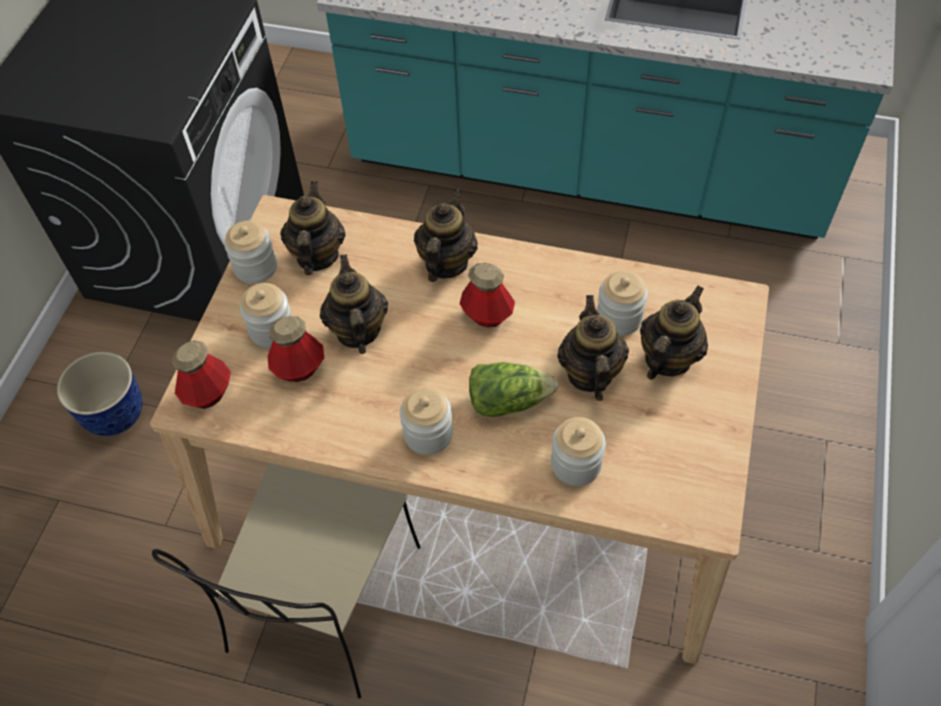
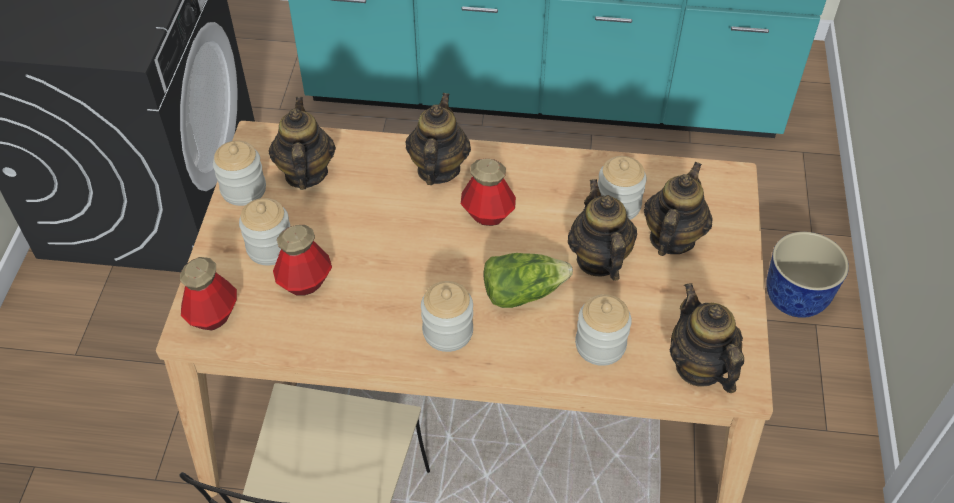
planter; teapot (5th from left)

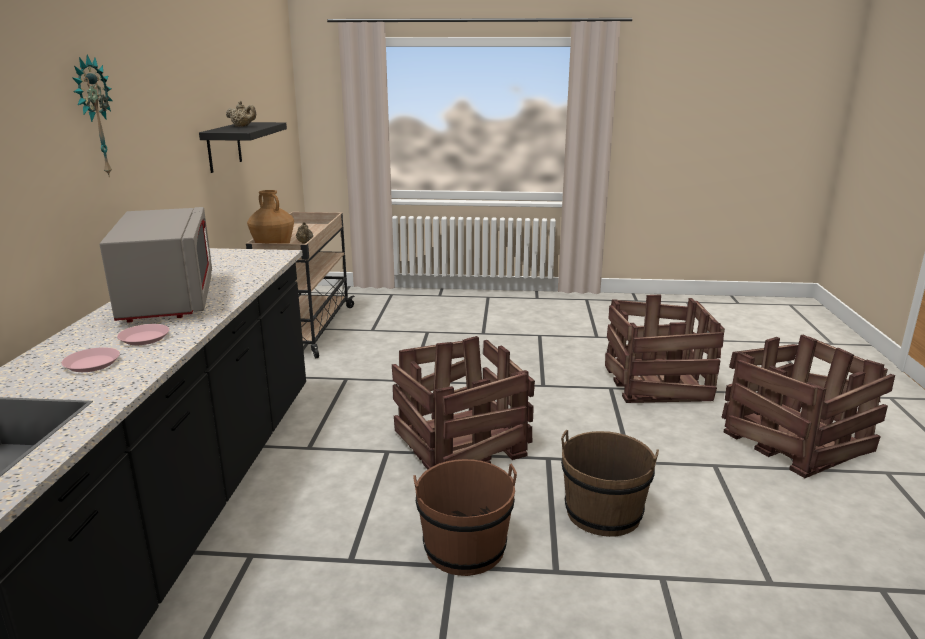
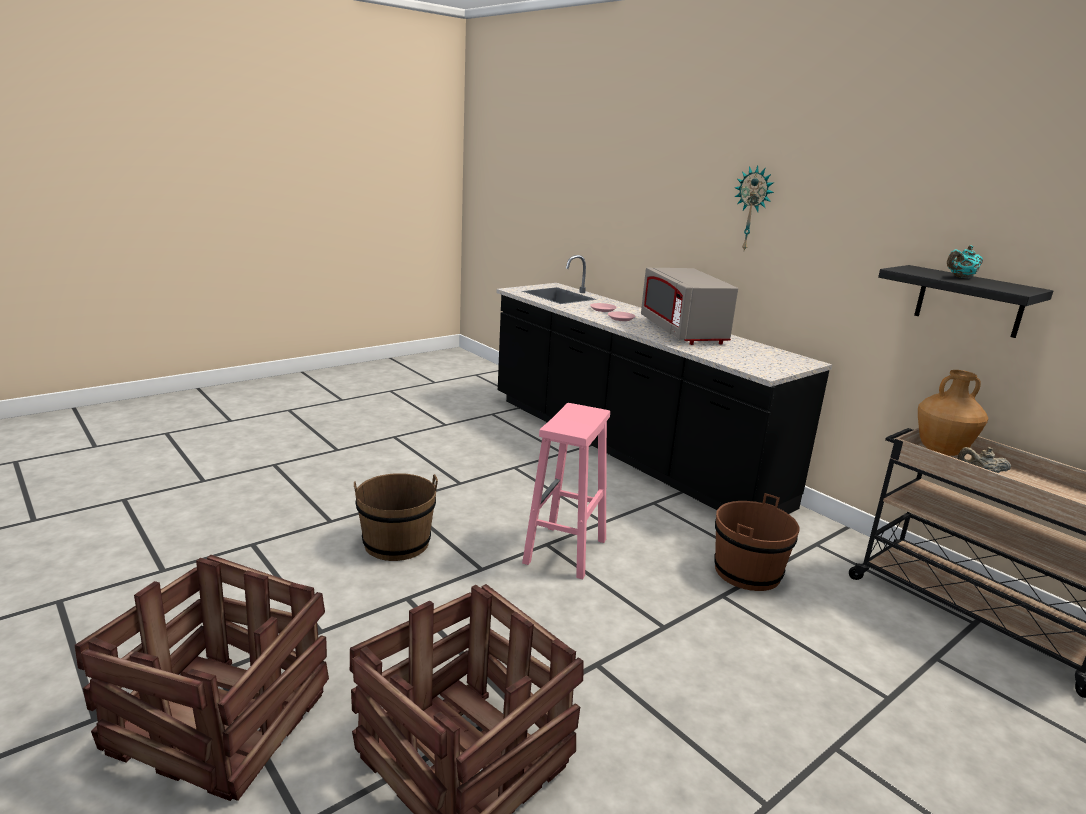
bucket (brown) (2nd from left); stool (pink); teapot (turquoise); microwave (grey)

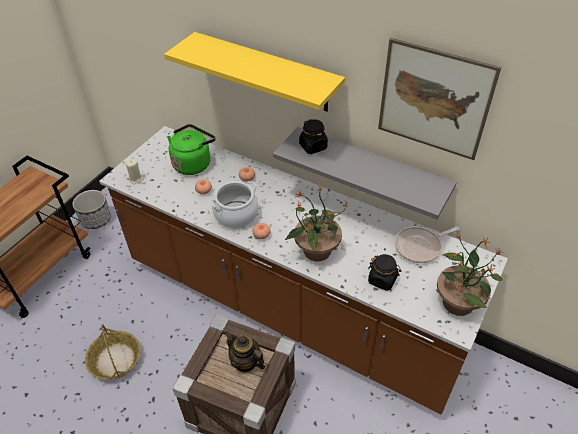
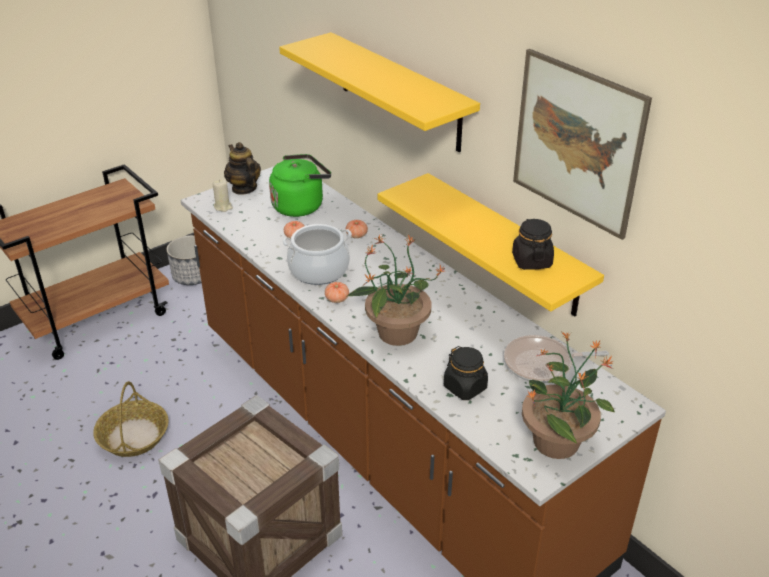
teapot; jar (black) (2nd from left); shelf (yellow) (2nd from left)

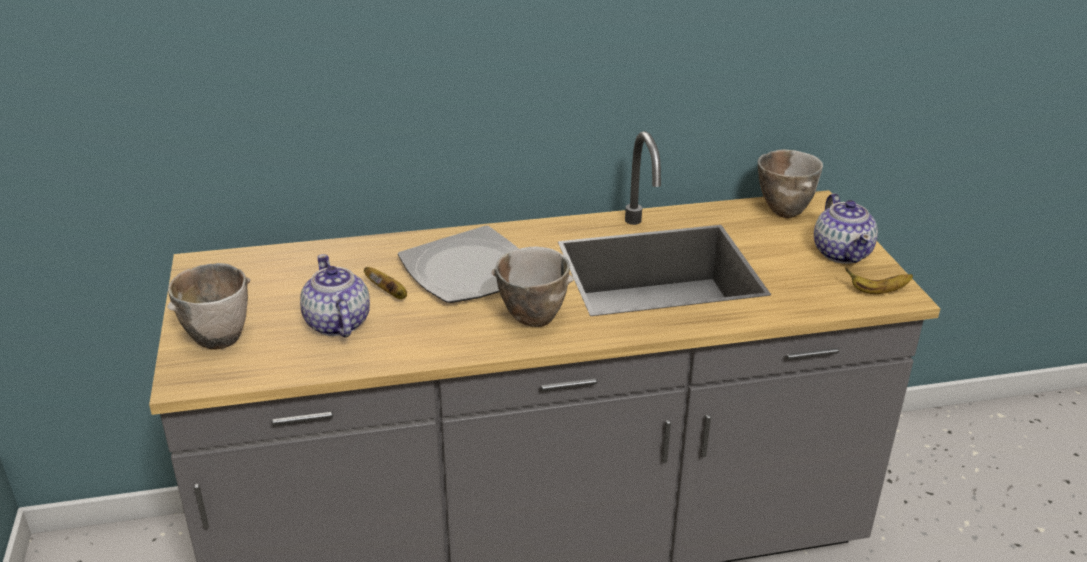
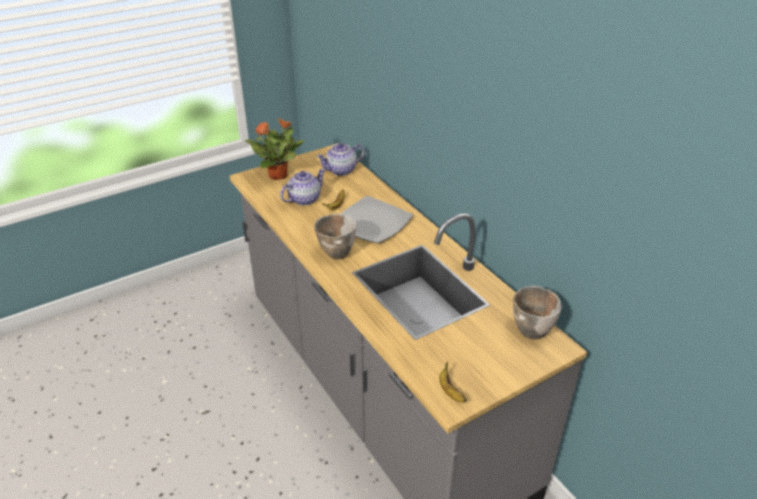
teapot (2nd from left); potted plant

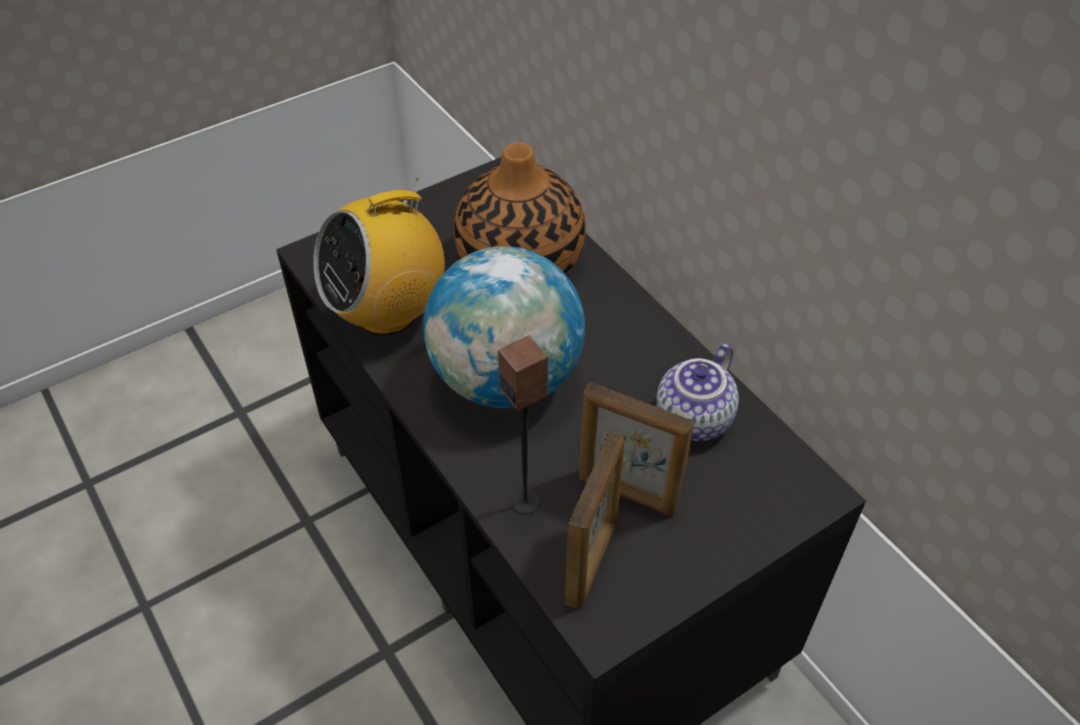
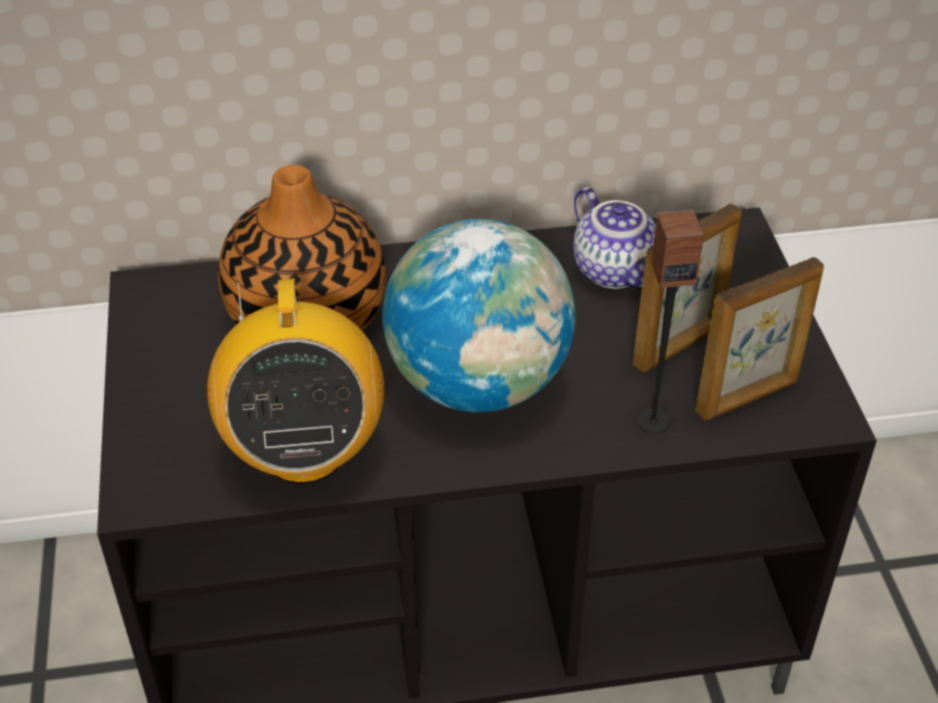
picture frame (2nd from left)

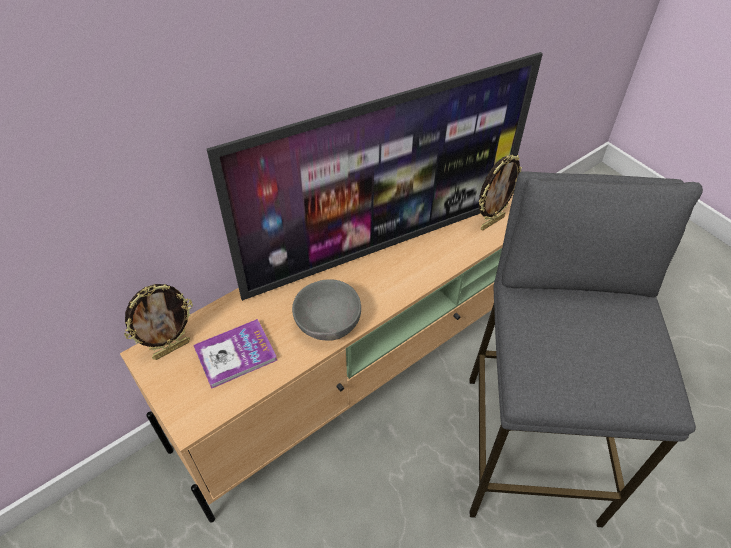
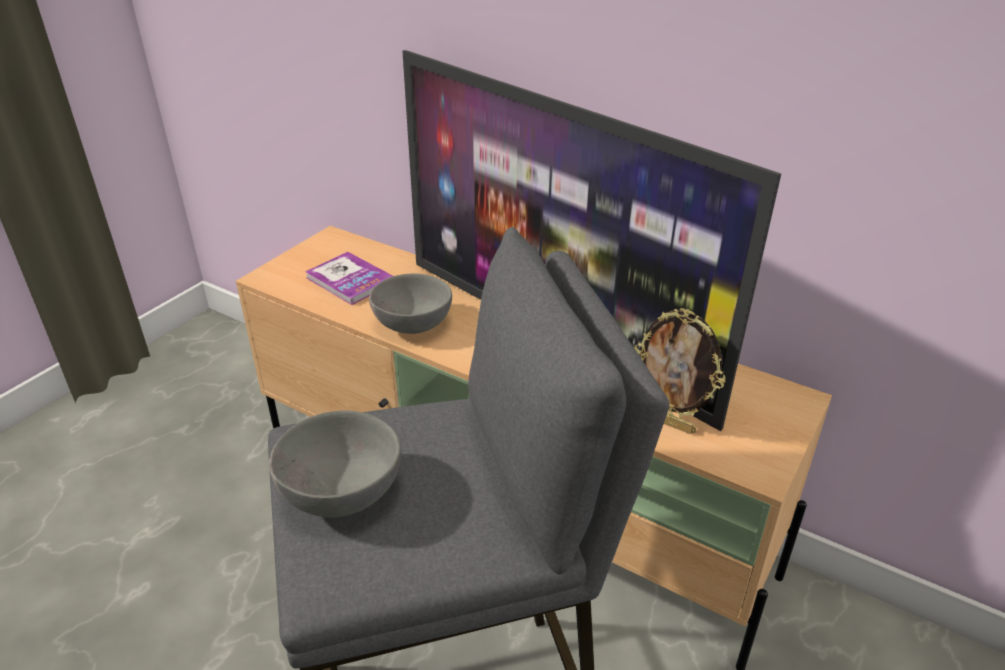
picture frame (1st from left in the first image); bowl (grey) (1st from left)

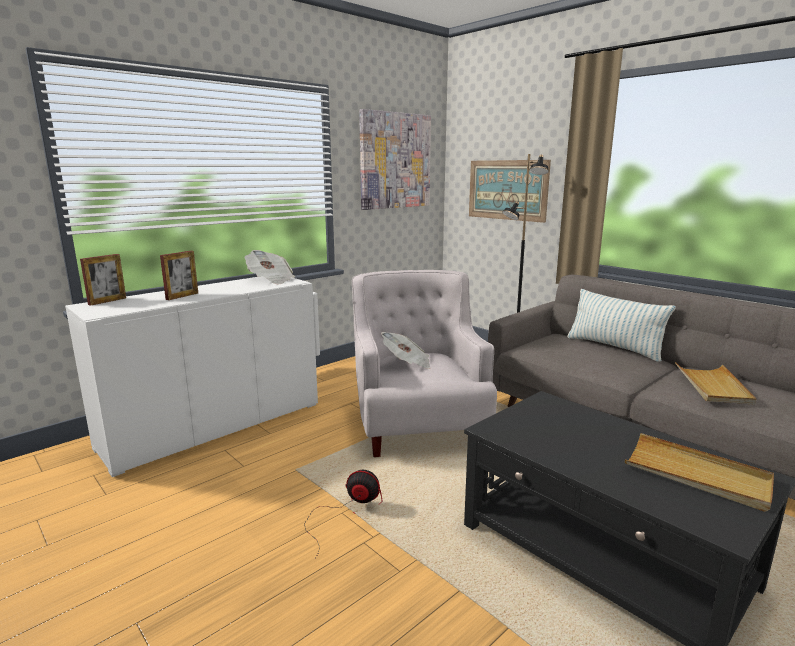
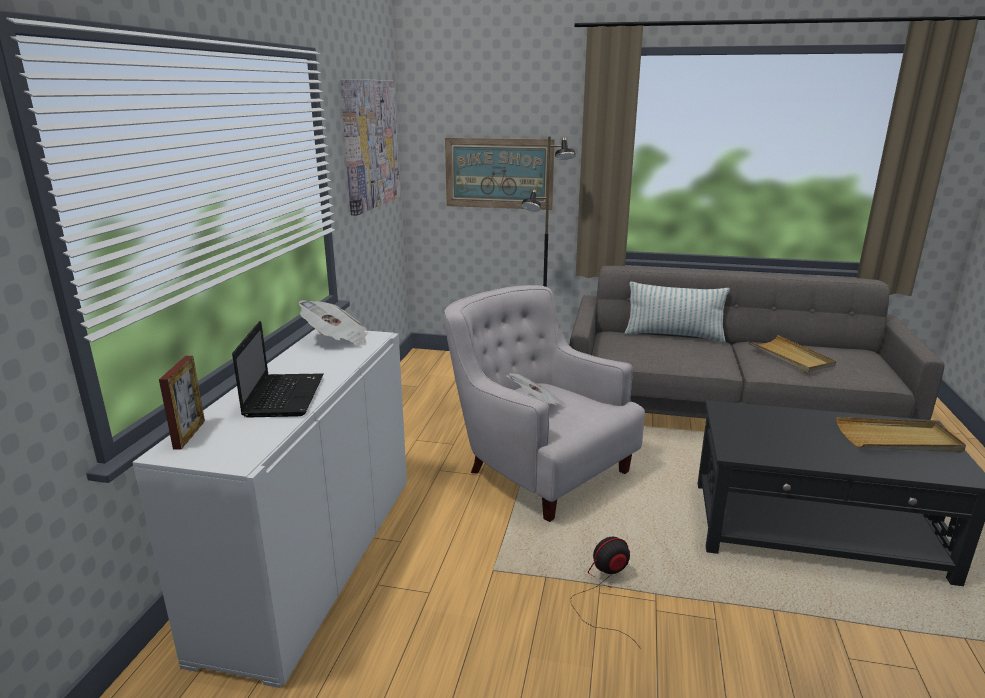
laptop

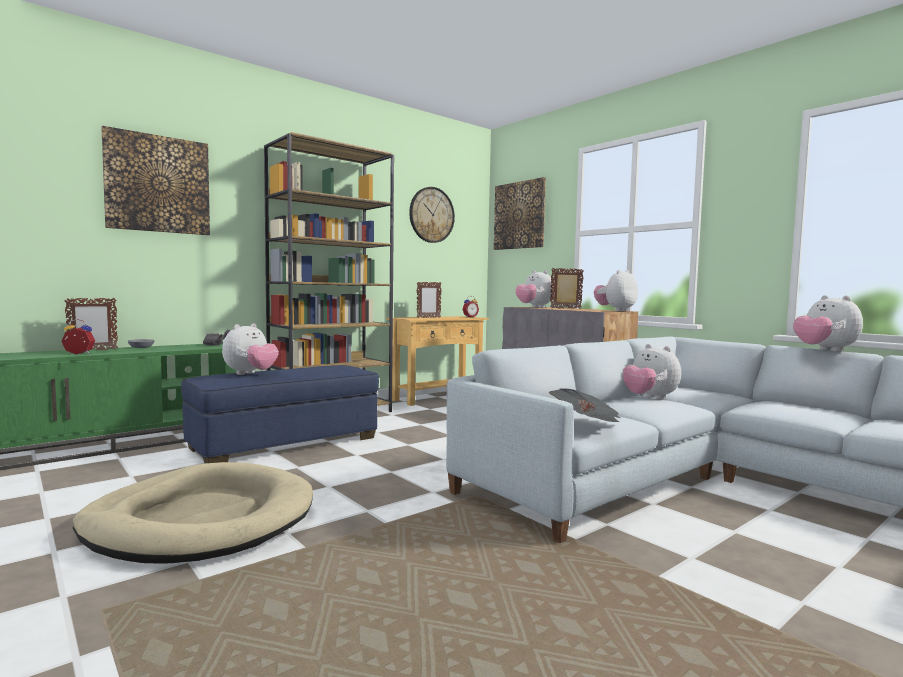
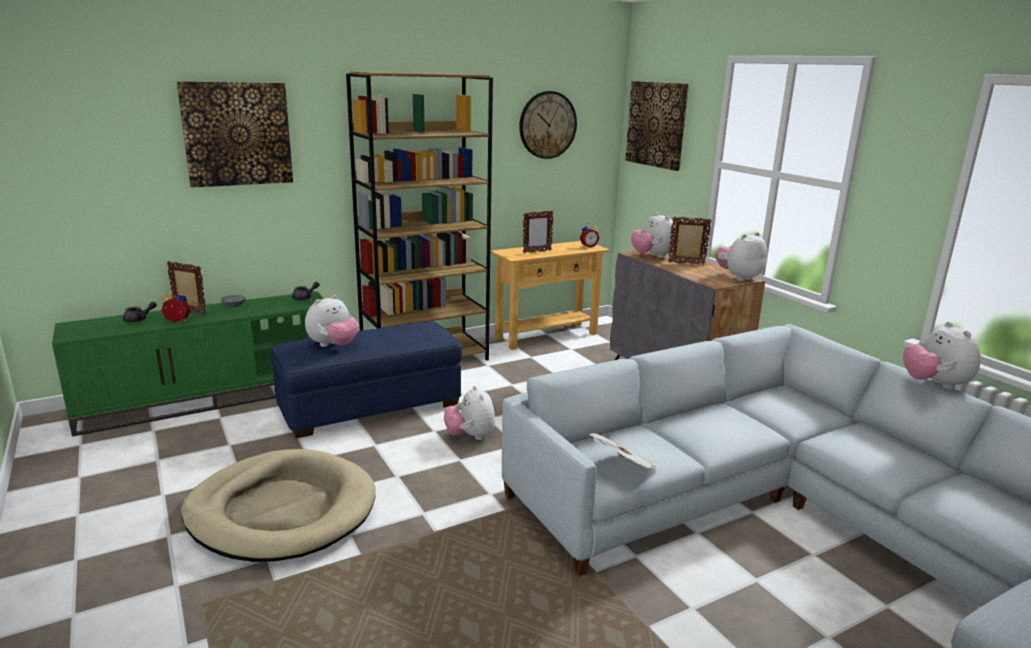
teapot (grey) (1st from left); plush toy (2nd from left); picture frame (1st from left)

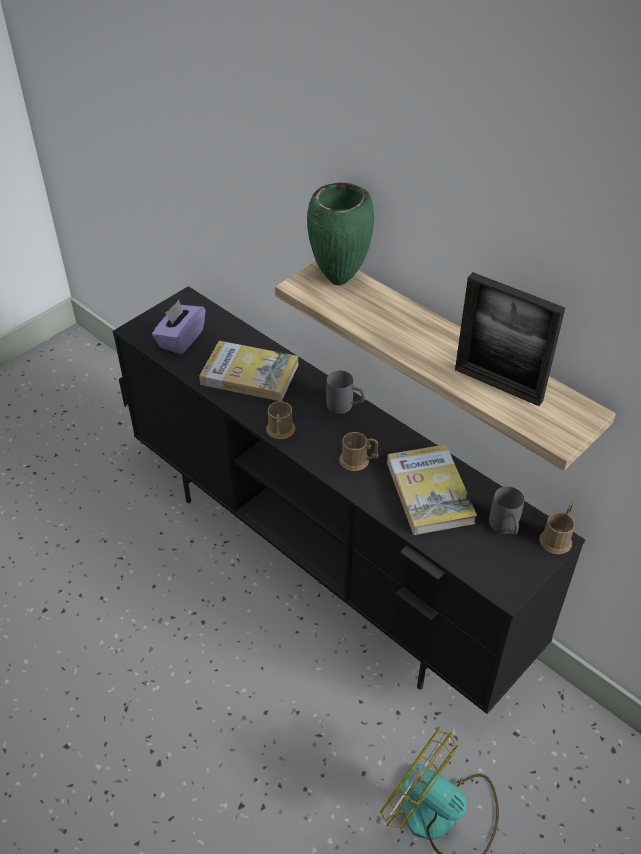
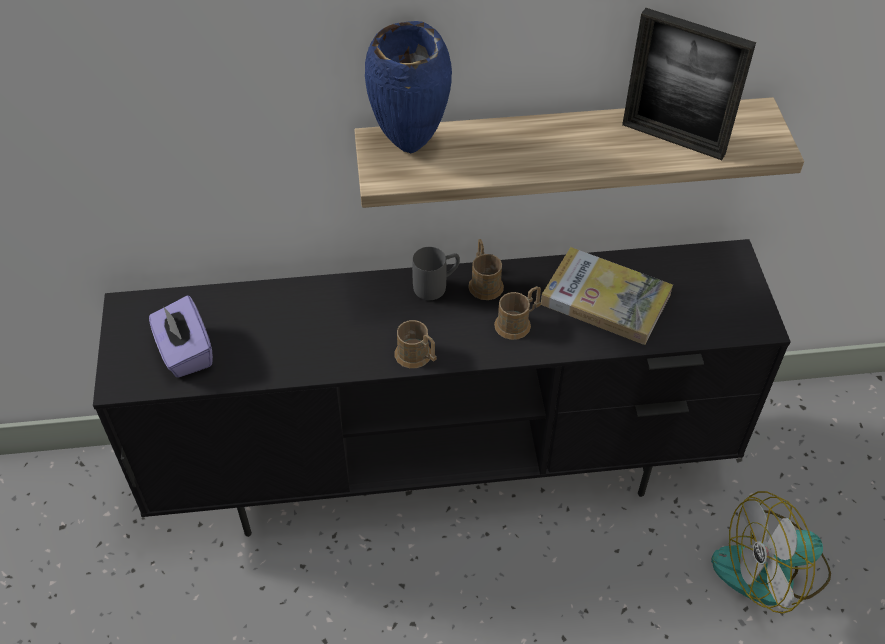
book (1st from left in the first image); mug (grey) (2nd from left in the first image); mug (brown) (2nd from left); vase (blue); picture frame

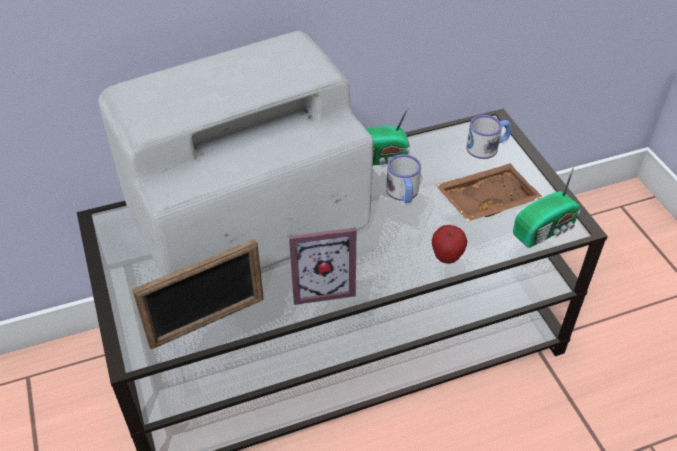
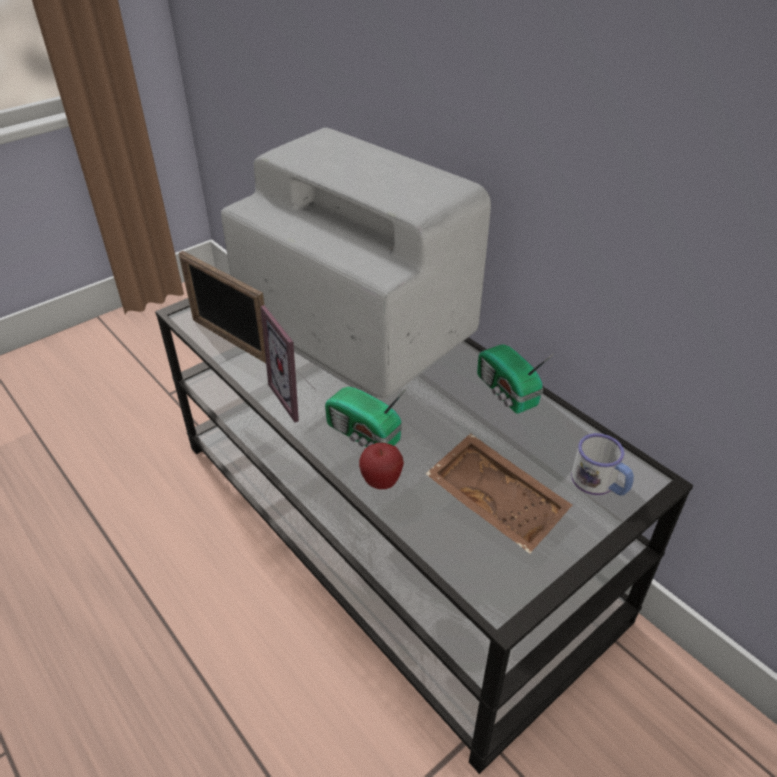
mug (1st from left in the first image); radio (1st from left)

